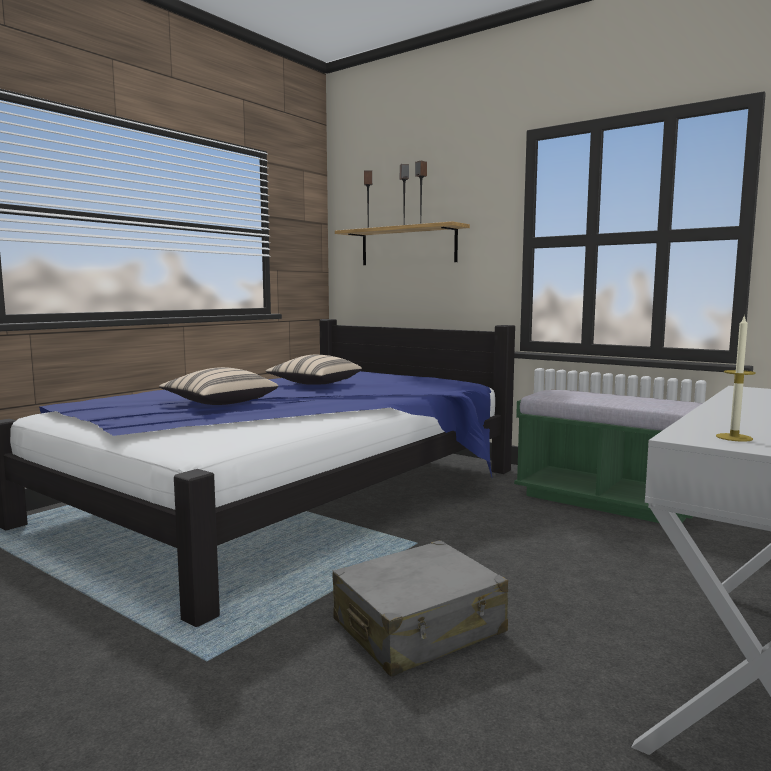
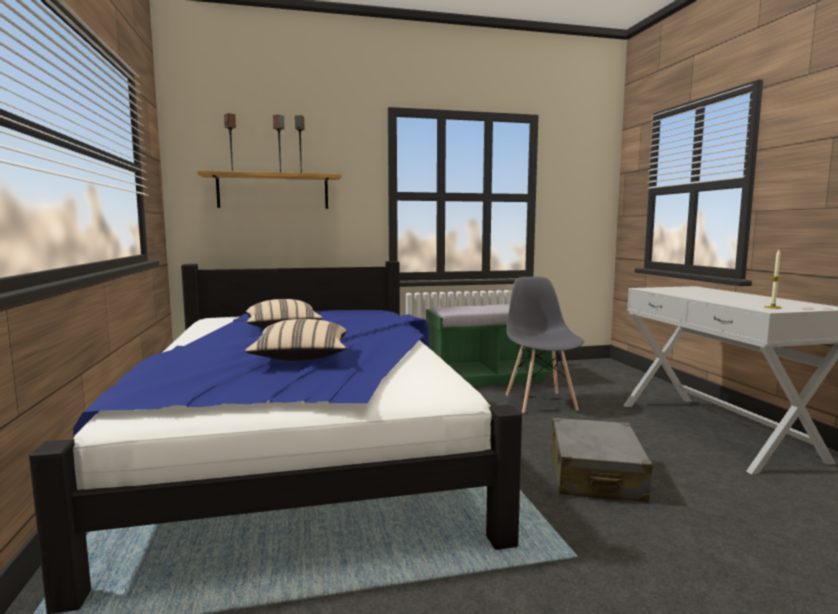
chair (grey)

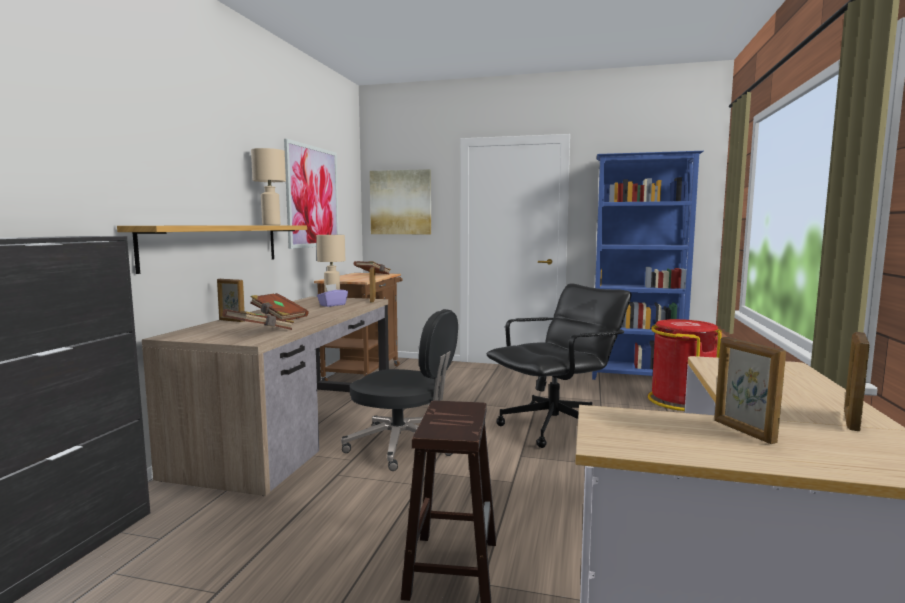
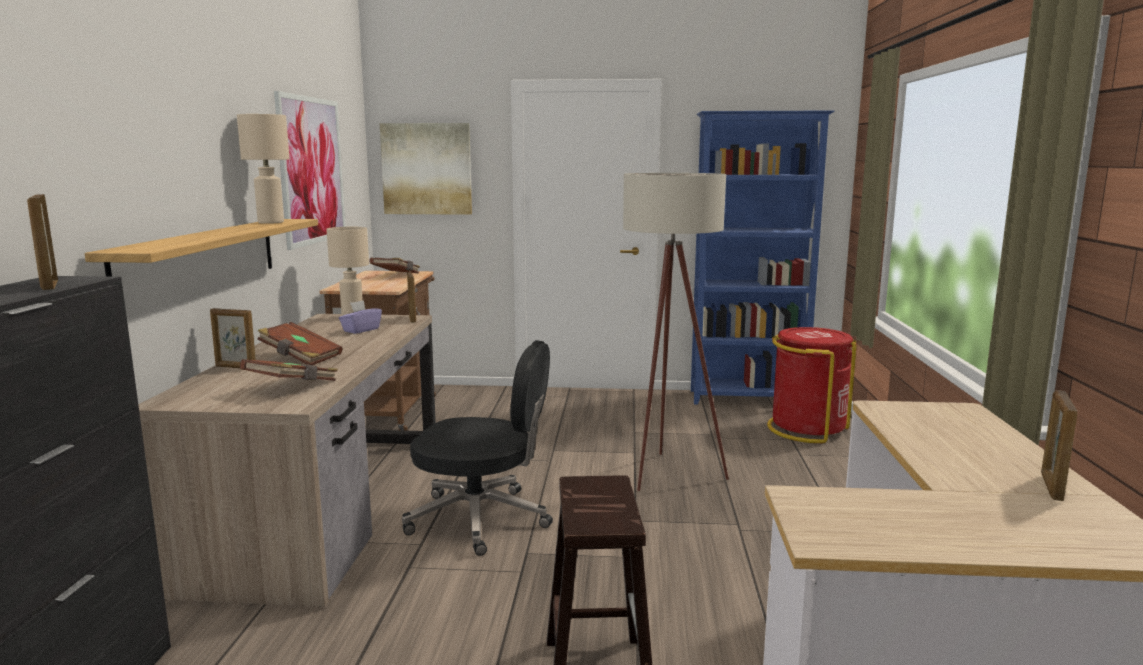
picture frame (1st from left); floor lamp (beige)

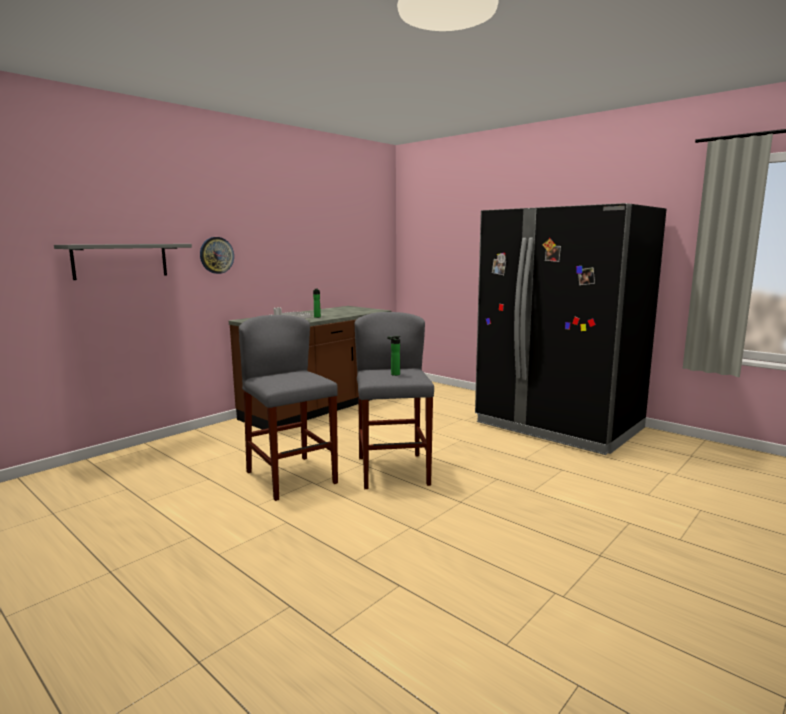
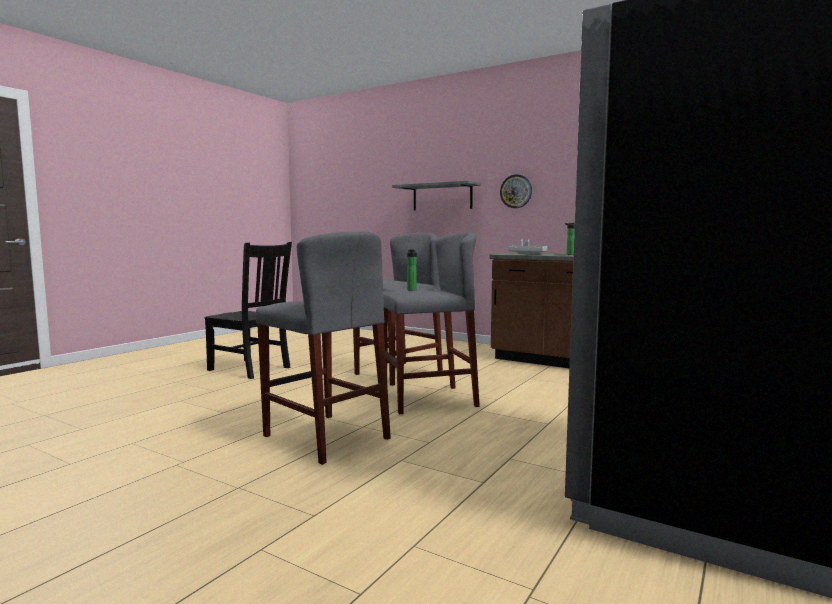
chair (black); stool (grey) (1st from left)

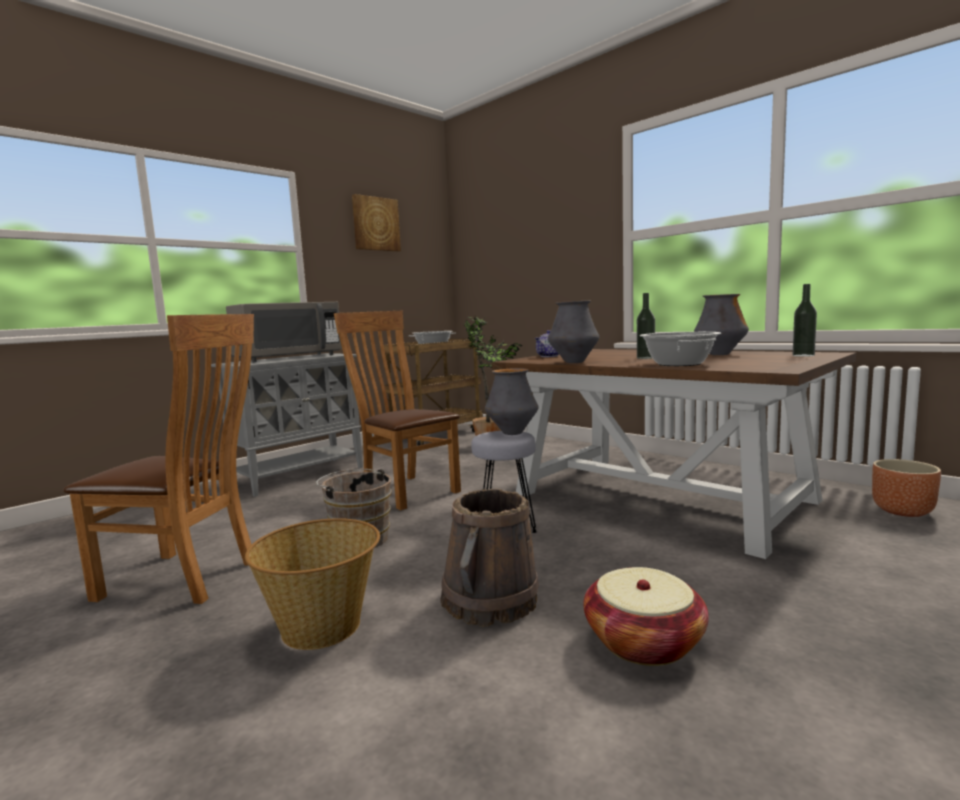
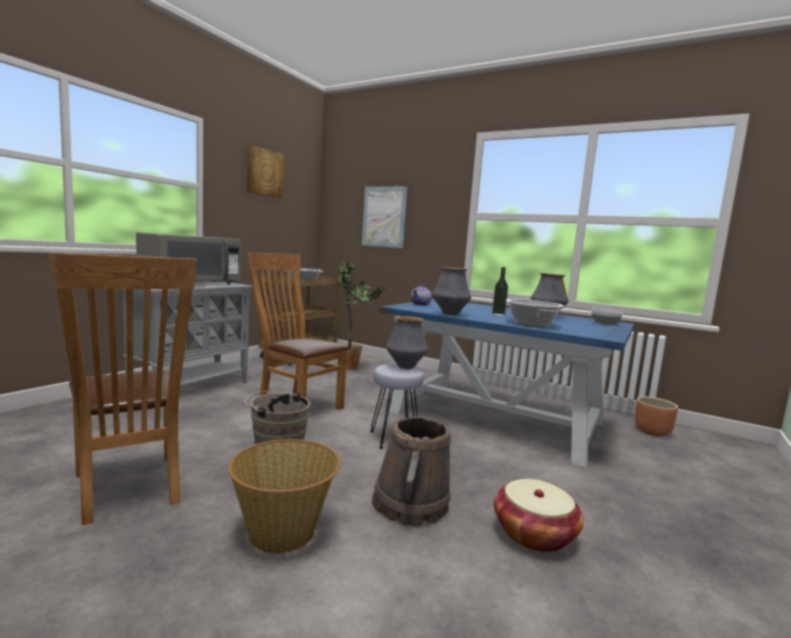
picture (2nd from left); bowl; dining table (blue); chair (brown) (1st from left)

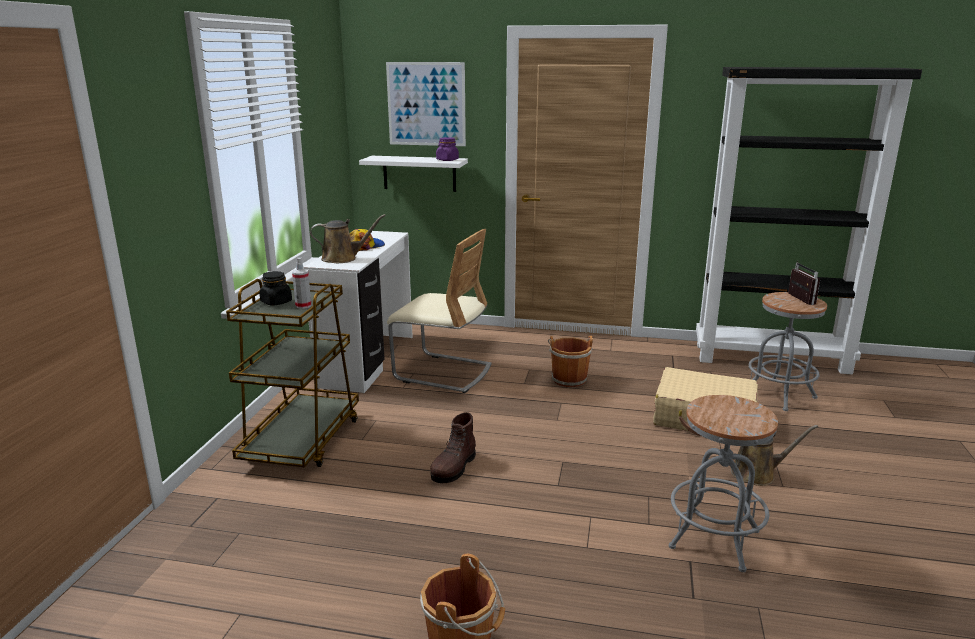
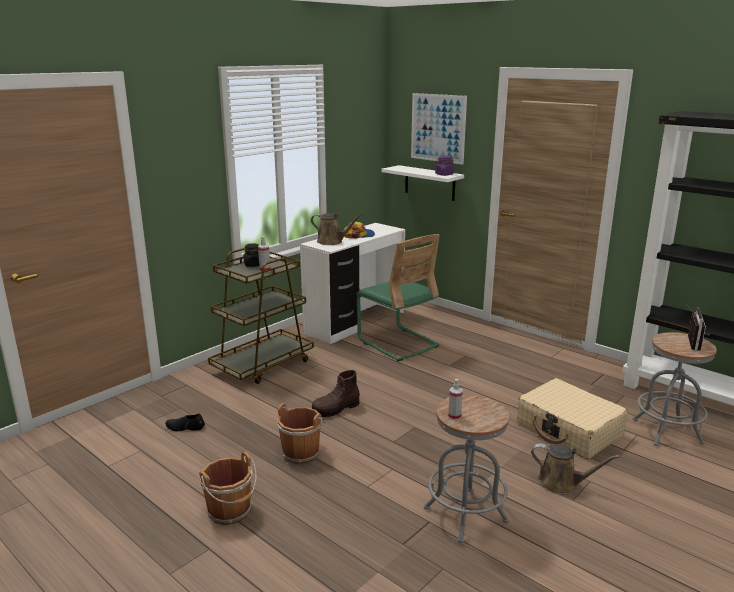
shoe (black); spray bottle (2nd from left); bucket (brown) (2nd from left); chair (green)

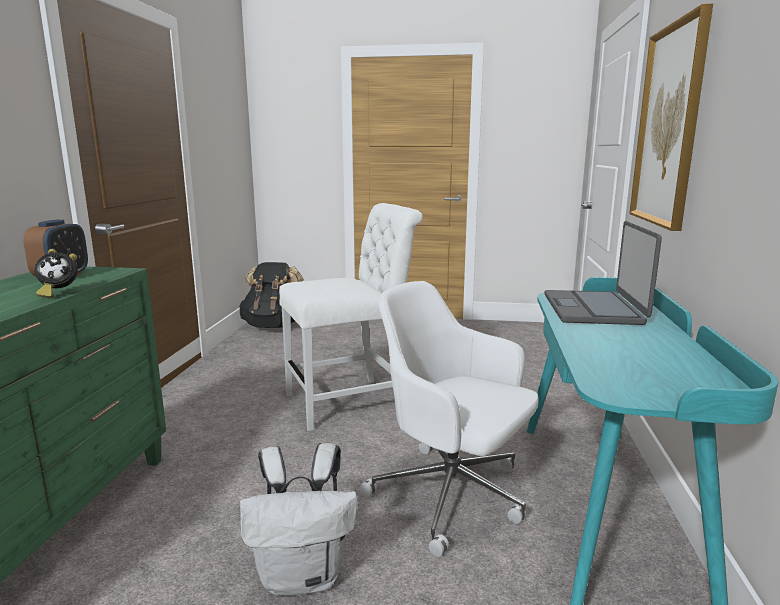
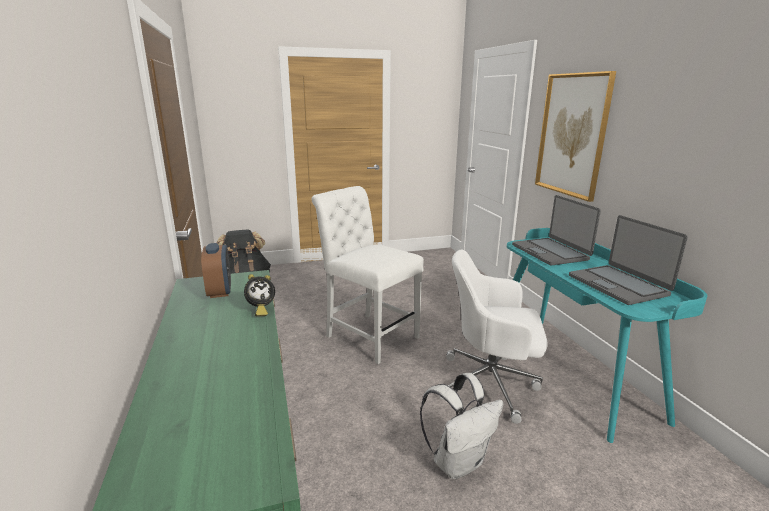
laptop (2nd from left); chair (white)

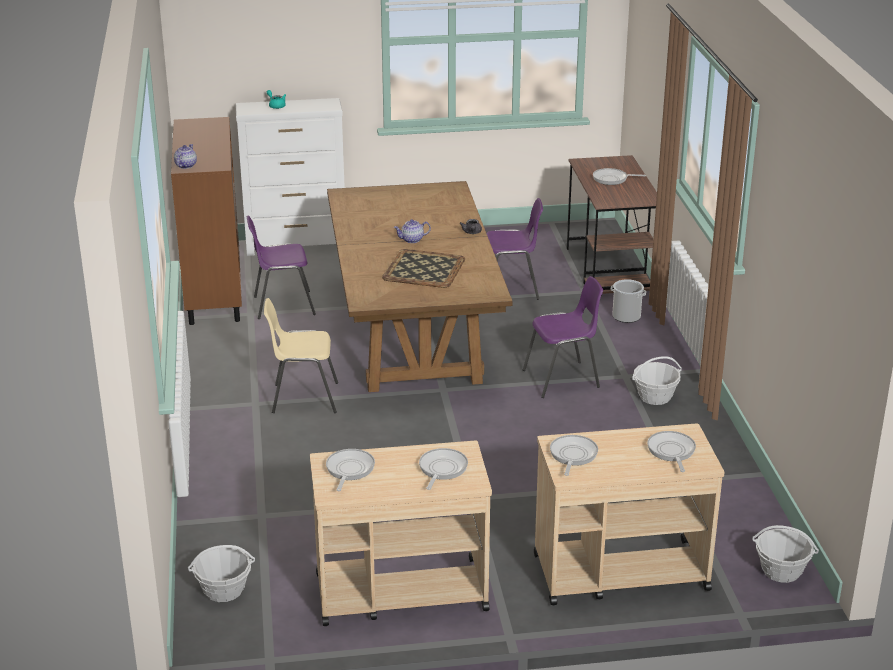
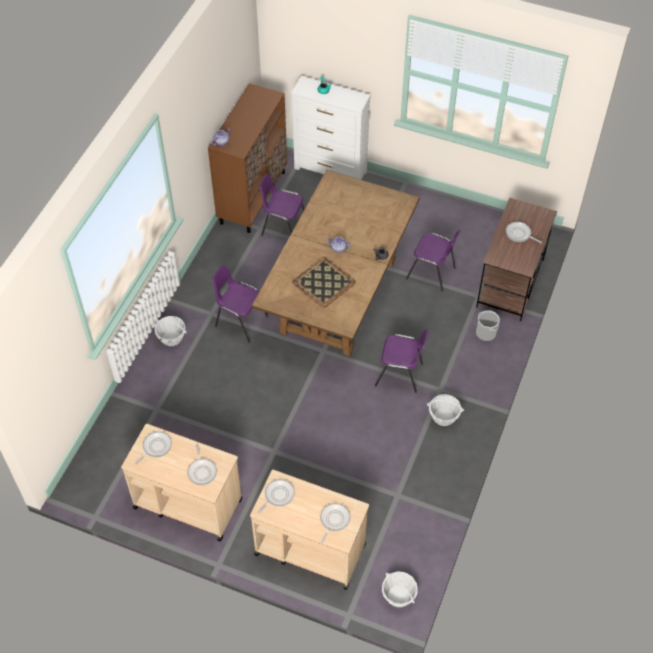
basket (1st from left); chair (purple) (1st from left); frying pan (2nd from left)

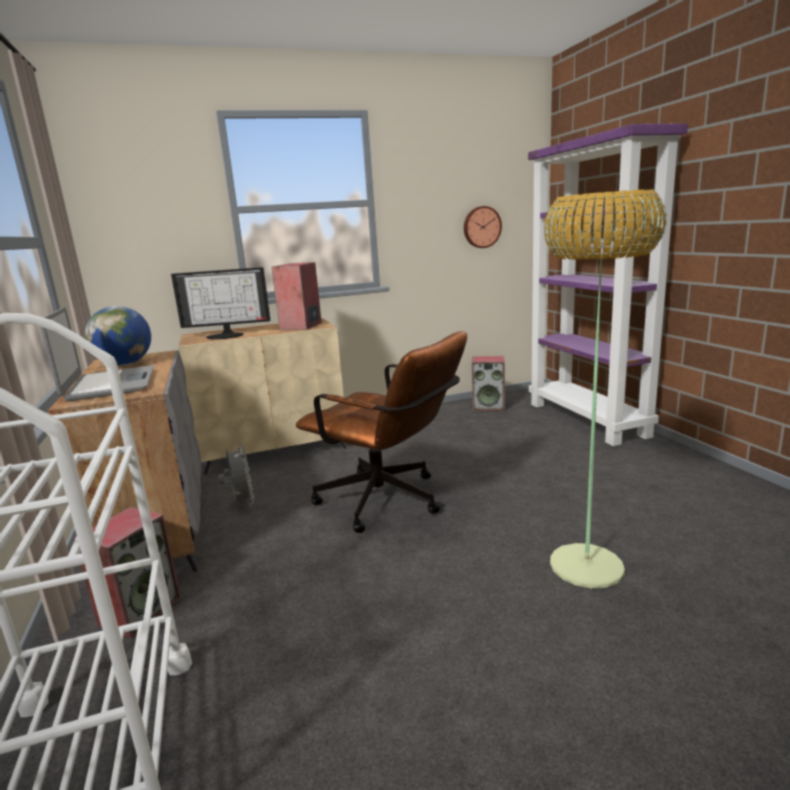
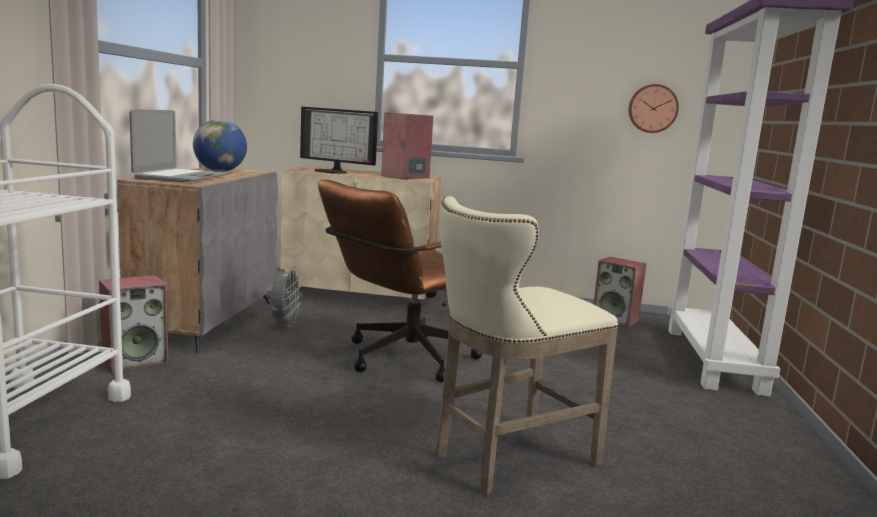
stool (beige); office chair (brown)

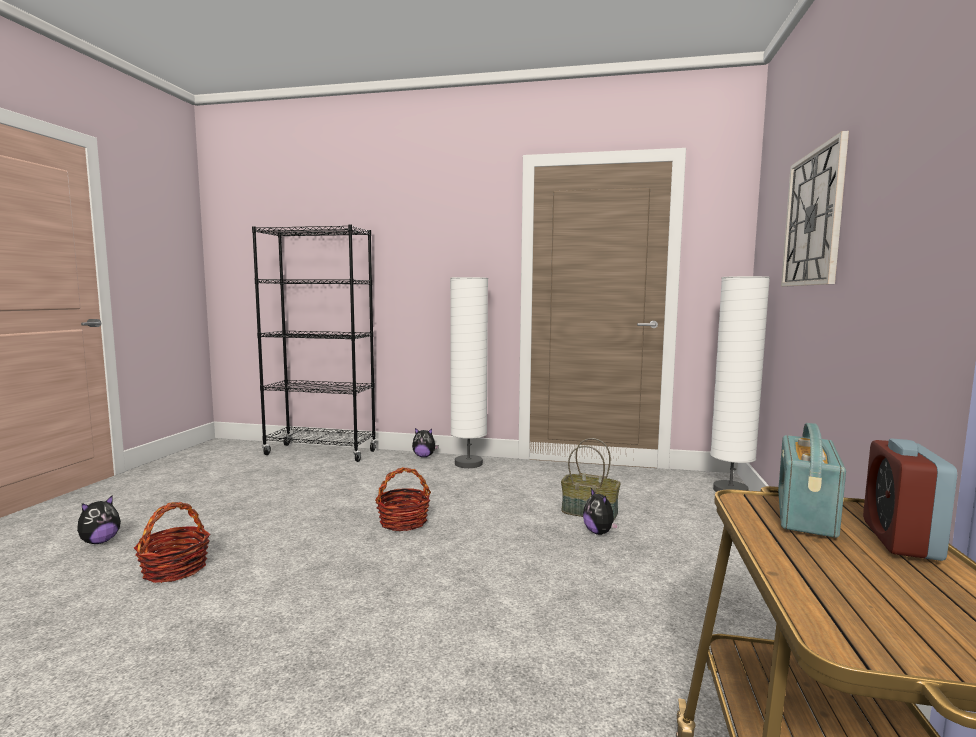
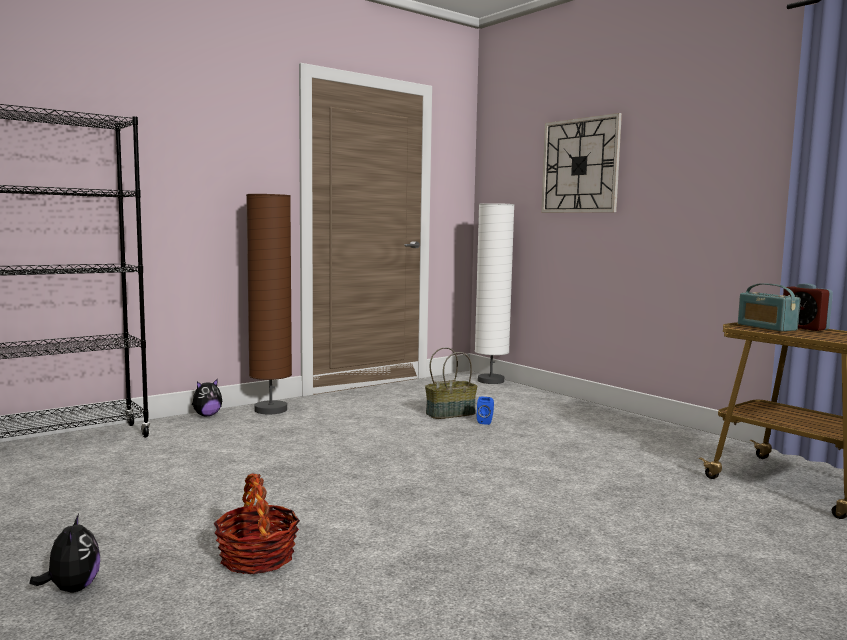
basket (2nd from left in the first image); speaker (blue); floor lamp (brown)

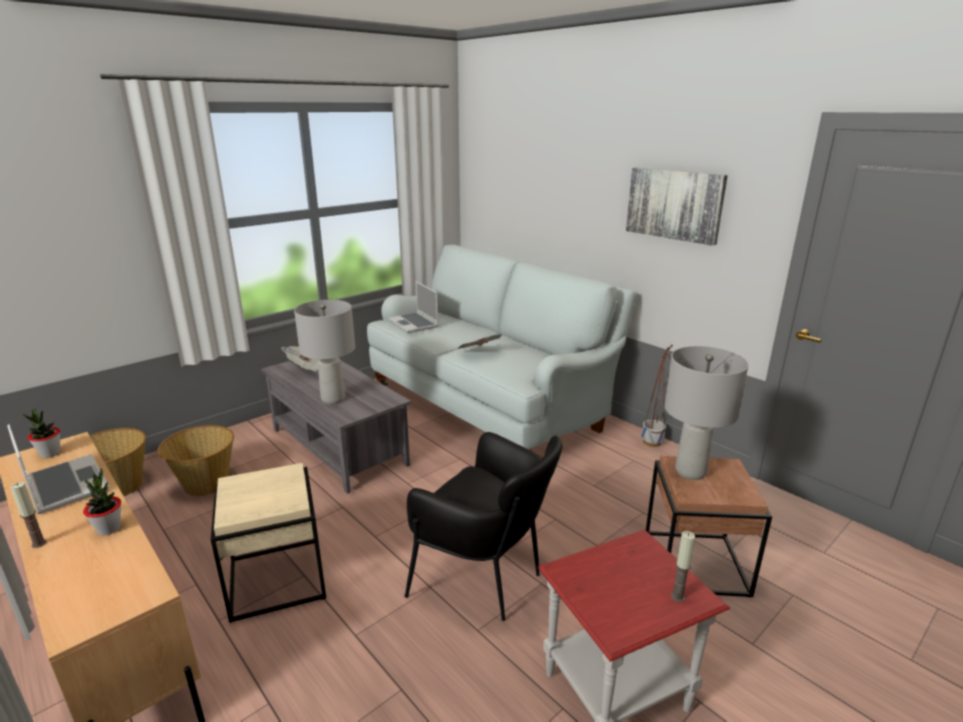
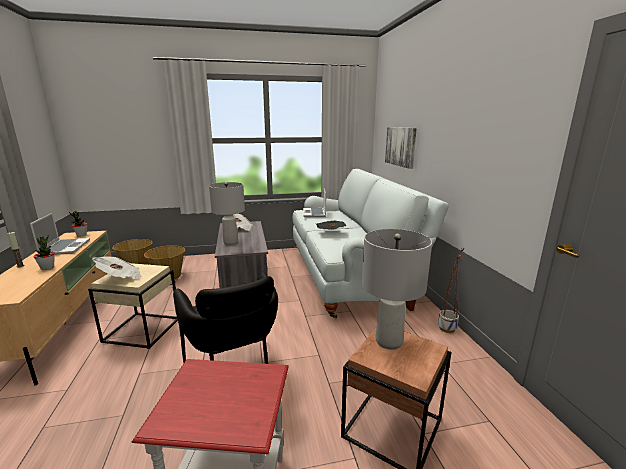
candle (2nd from left in the first image); newspaper (1st from left); picture

